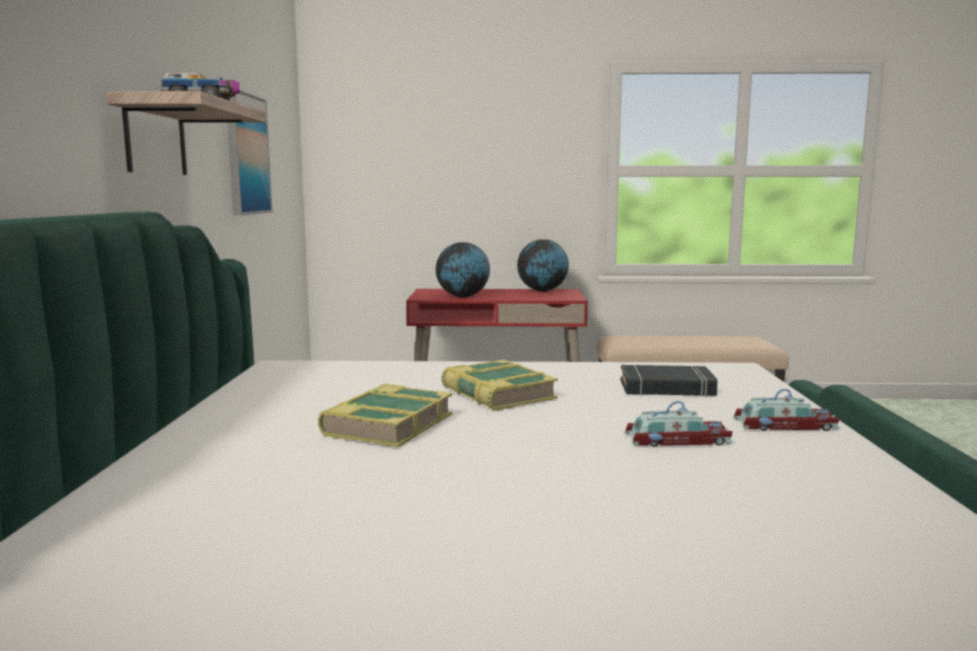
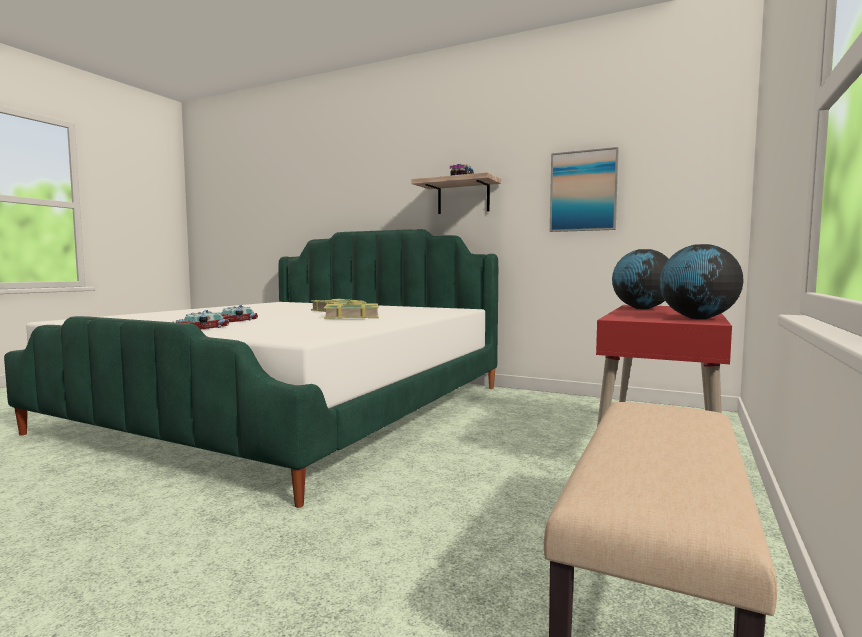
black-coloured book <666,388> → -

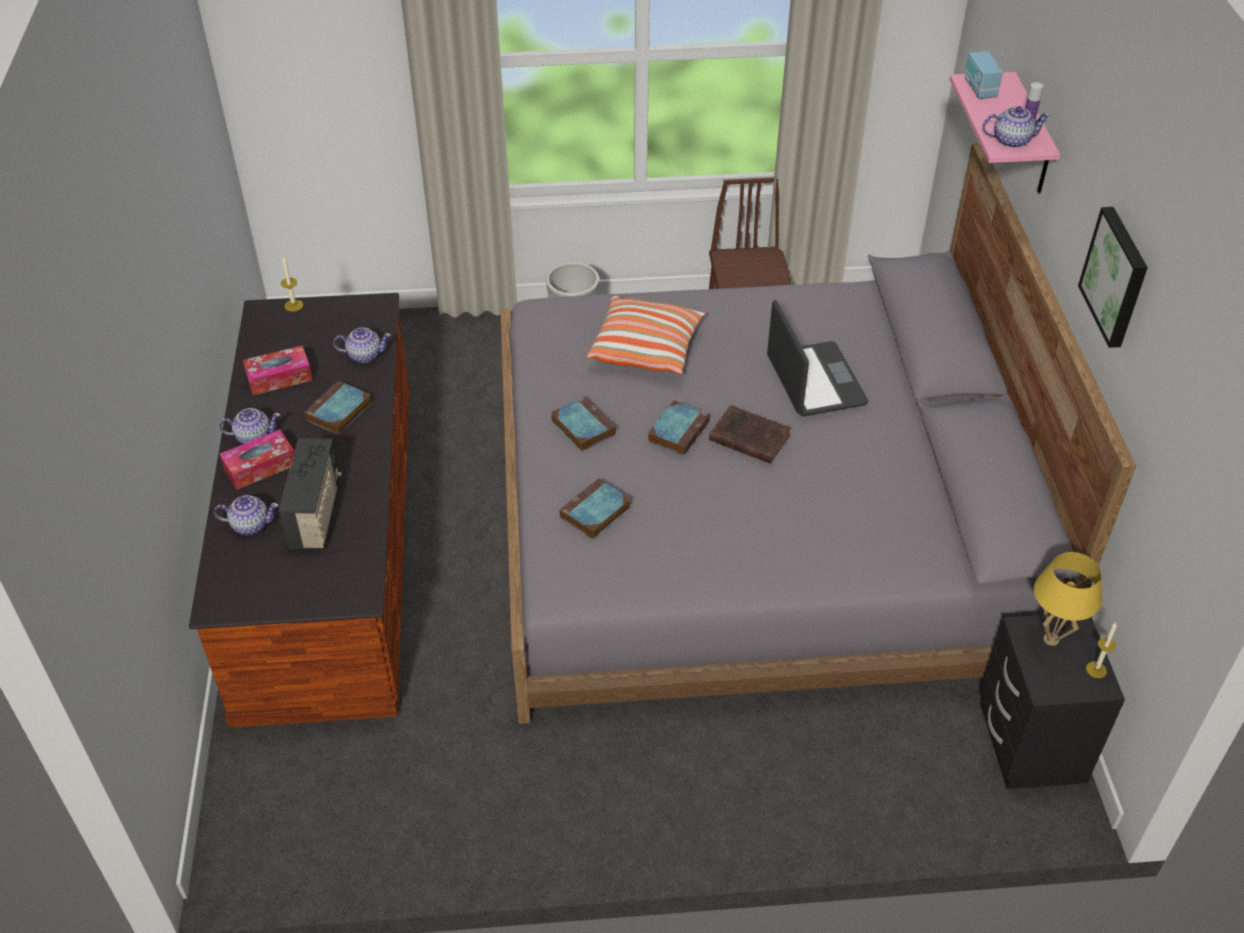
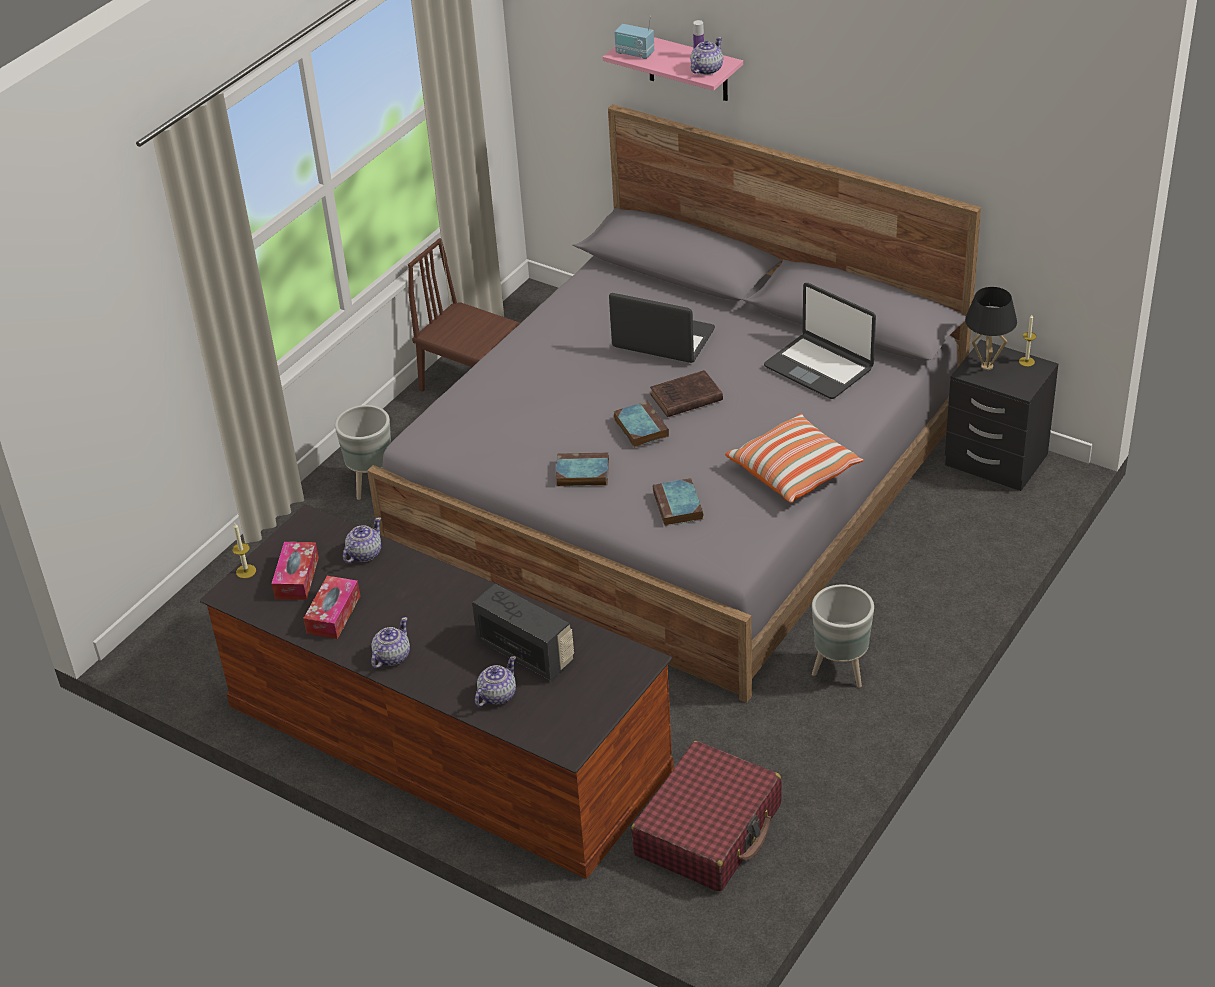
wall picture <1117,276> → -
cushion <646,348> → cushion <794,471>, move
book <338,412> → -
box of tissues <260,467> → box of tissues <297,578>, move
yellow-coloured table lamp <1050,639> → black-coloured table lamp <987,366>
- → notebook computer <819,367>
- → gray flower pot <840,672>
- → reddish suitcase <708,830>

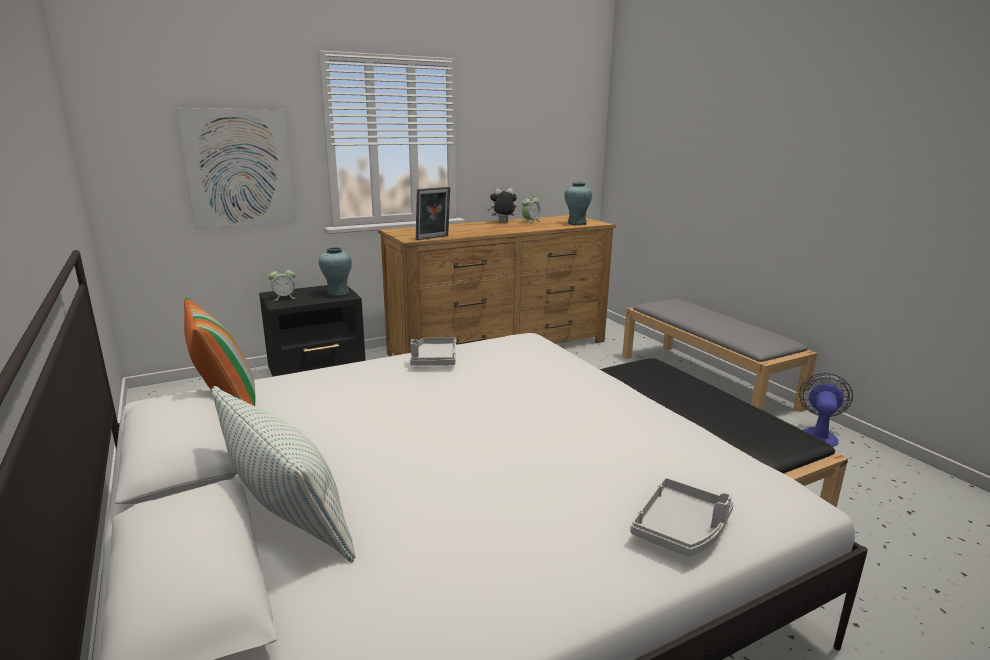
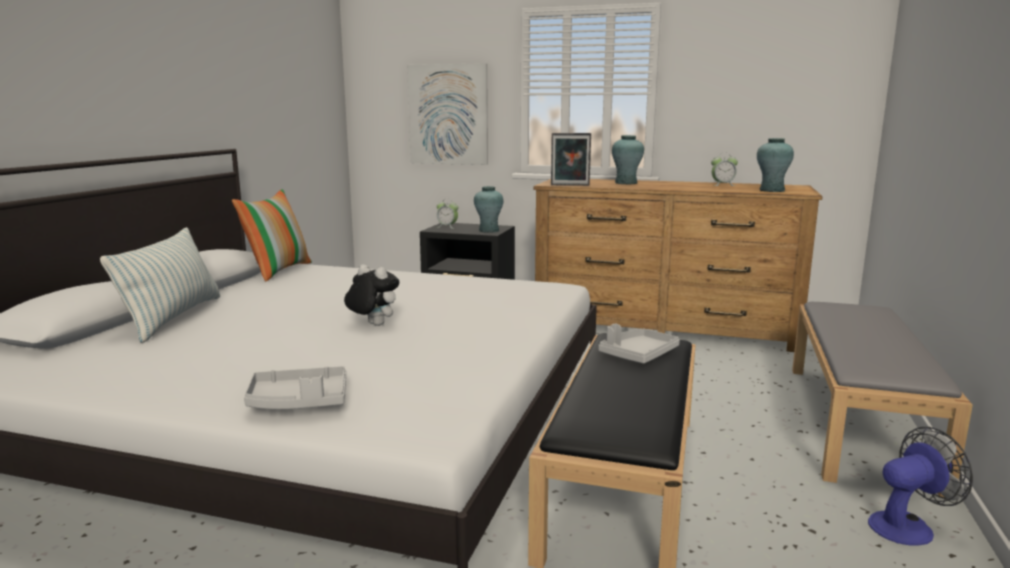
cuddly toy <502,222> → cuddly toy <372,325>, move
gray carrying tray <434,359> → gray carrying tray <638,355>, move
- → turquoise vase <626,183>

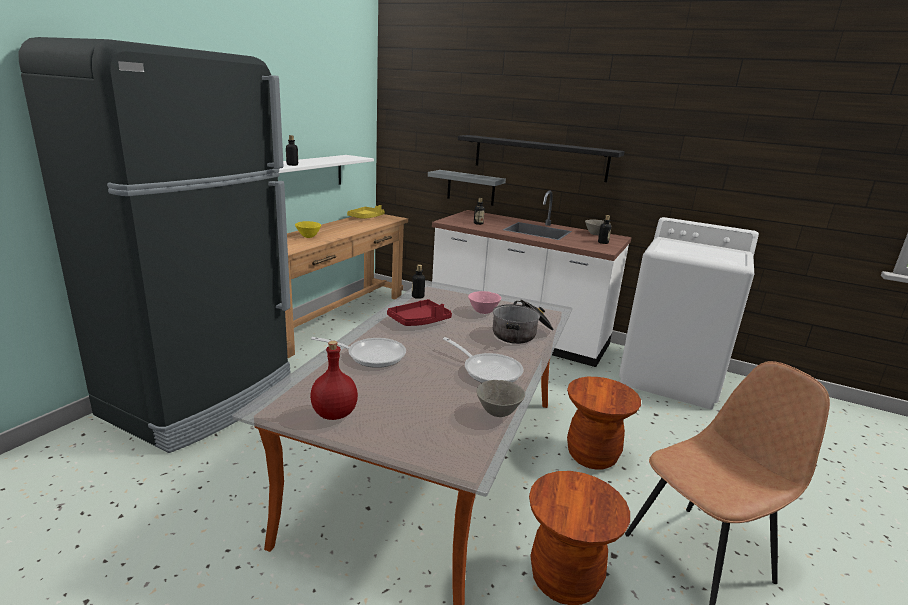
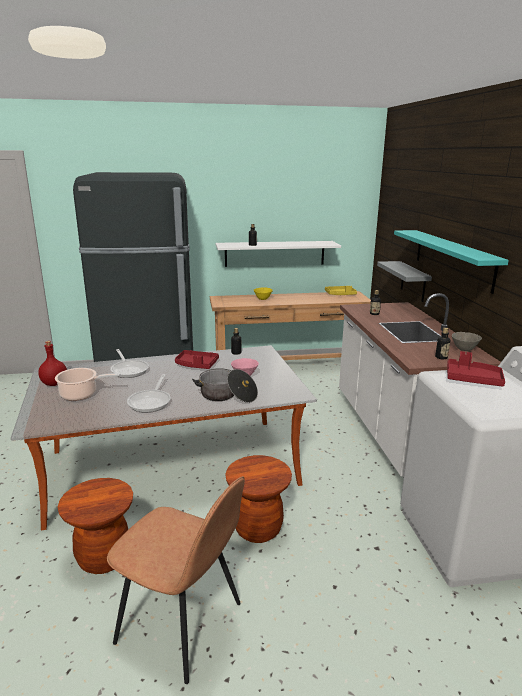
black-coloured wall shelf <539,158> → turquoise wall shelf <452,258>
gray deep dish <498,413> → -
- → reddish carrying tray <472,379>
- → cooking pot <81,394>

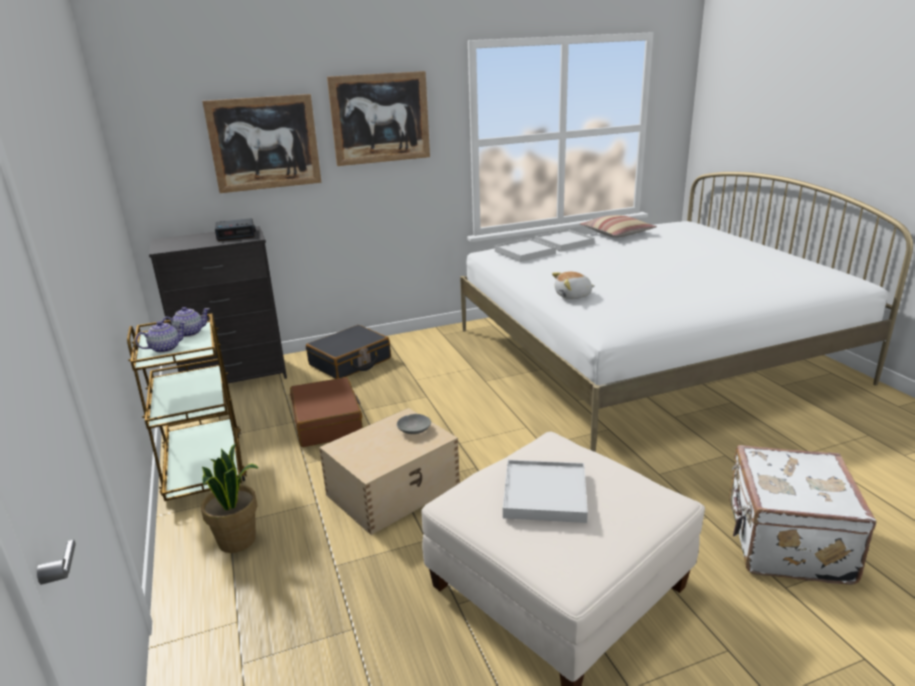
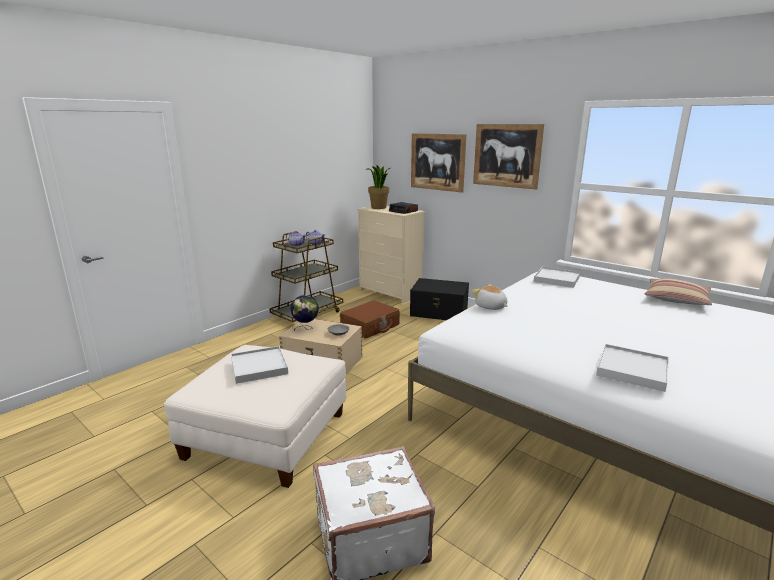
black-coloured drawer chest <236,377> → beige drawer chest <390,293>
whitish carrying tray <563,243> → whitish carrying tray <631,370>, move
black-coloured suitcase <350,362> → black-coloured storage container <439,312>
potted plant <238,540> → potted plant <379,208>, move
- → world globe <306,328>

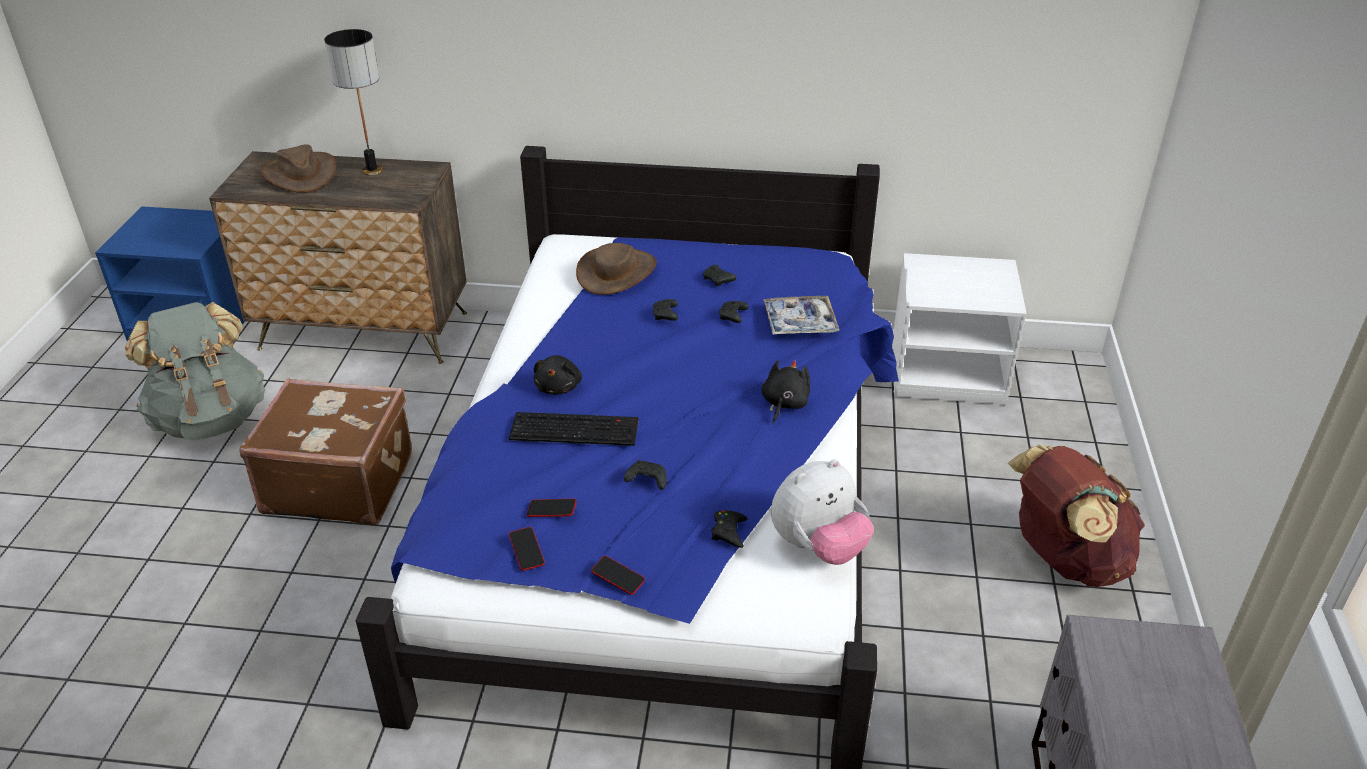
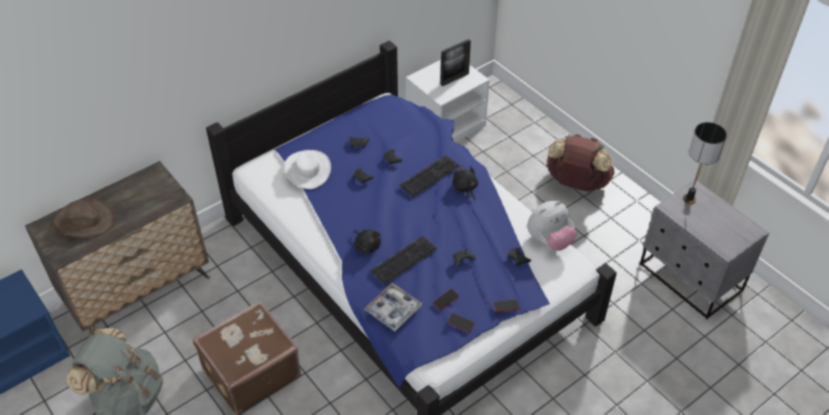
table lamp <372,170> → table lamp <689,199>, move
brown hat <617,272> → whitish hat <308,169>
carrying tray <799,323> → carrying tray <393,310>, move
cuddly toy <818,547> → cuddly toy <549,241>, 45 degrees clockwise
- → standing frame <454,79>
- → PC keyboard <429,175>

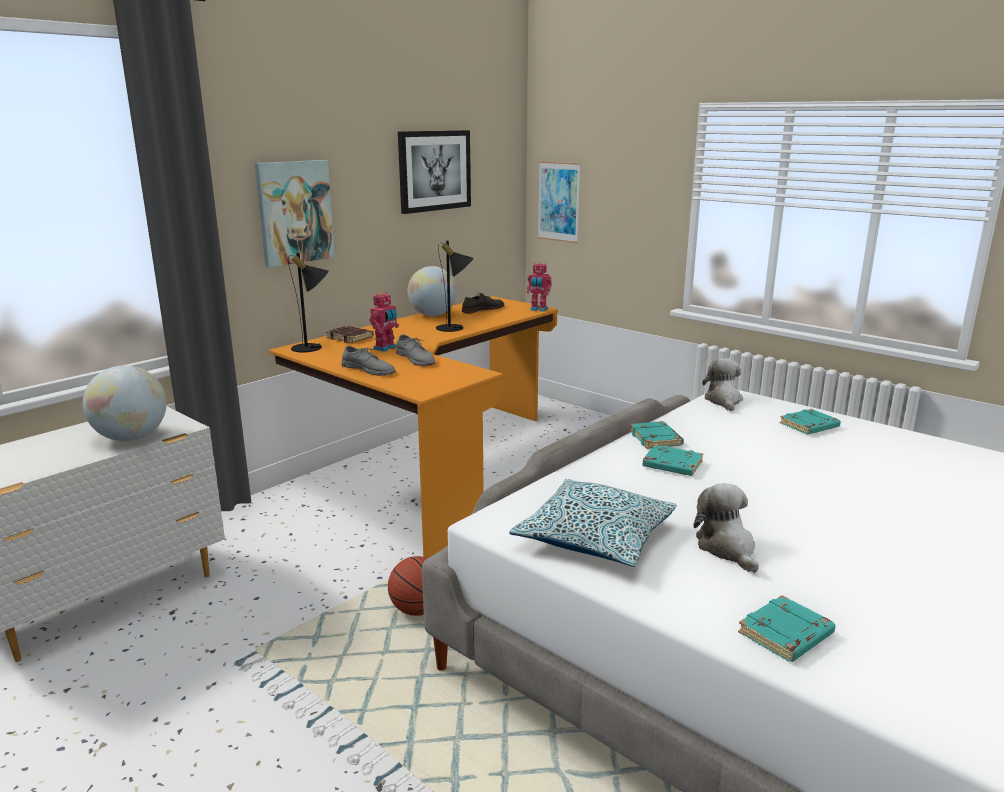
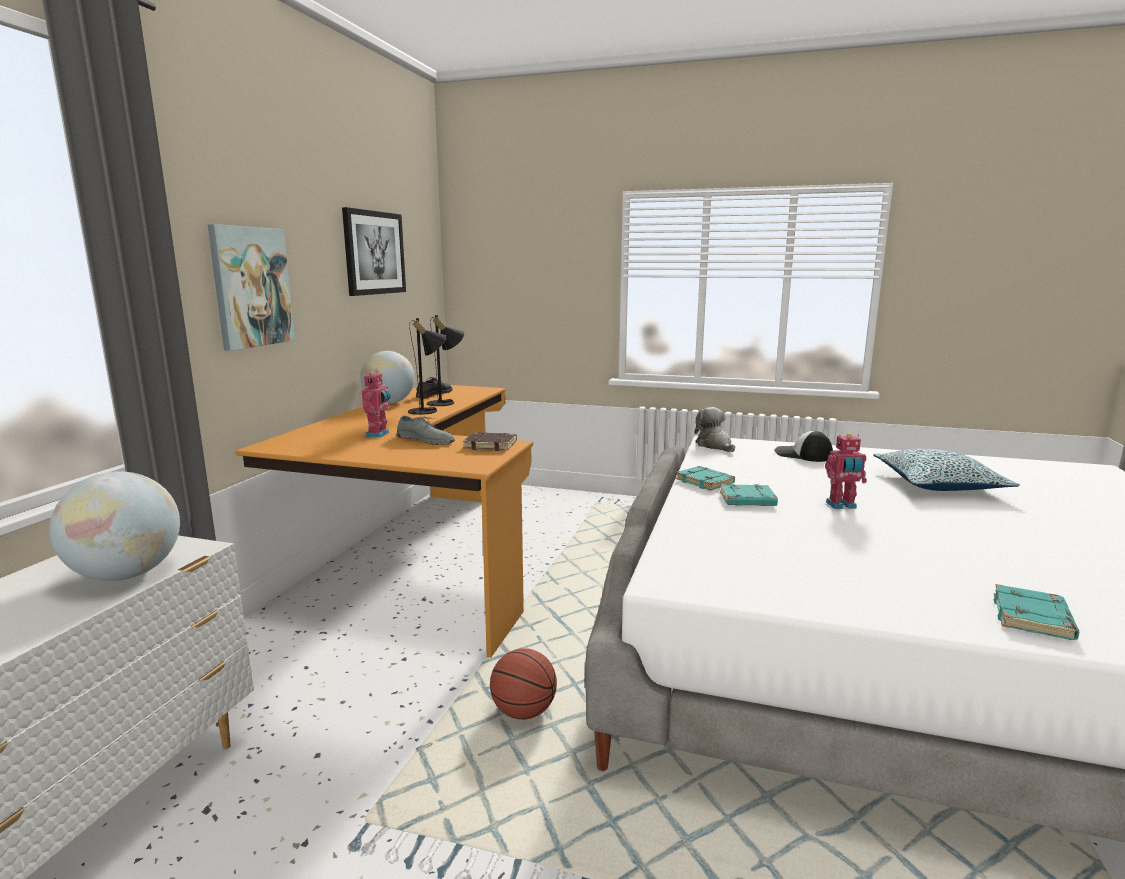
wall picture <558,201> → -
black-coloured table lamp <312,348> → black-coloured table lamp <446,403>, move
robot figure <538,309> → robot figure <842,506>, move
brown book <350,338> → brown book <491,445>, move
gray item of footwear <369,369> → -
turquoise book <809,426> → baseball cap <802,455>
cushion <595,537> → cushion <938,484>, move
cuddly toy <727,548> → -

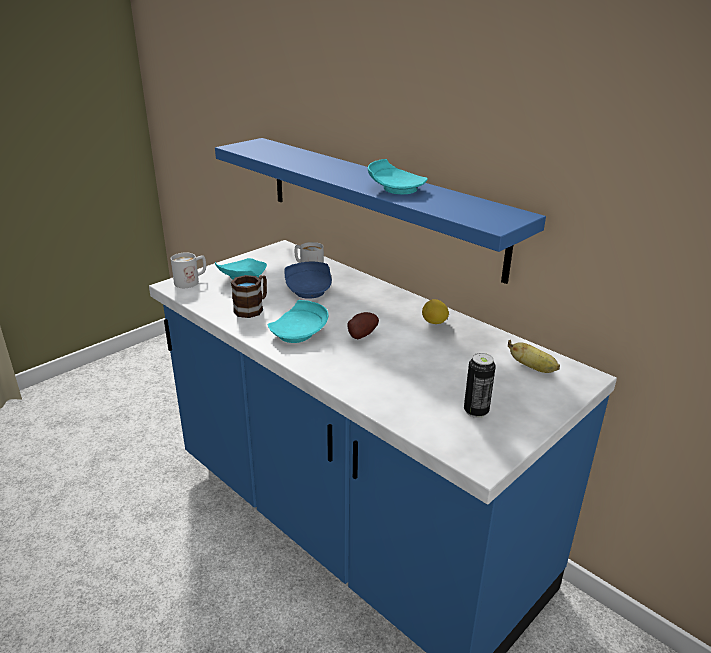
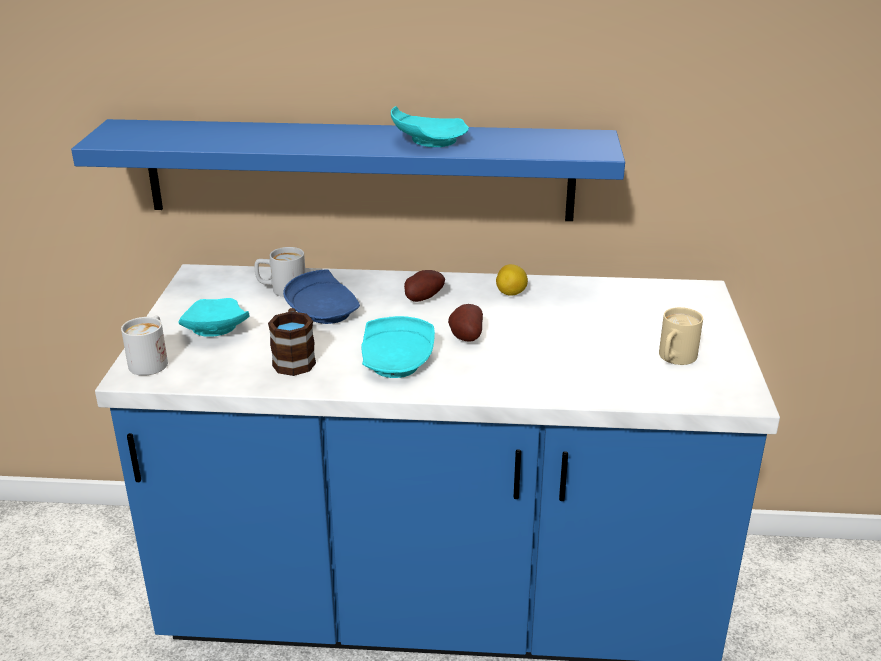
banana <533,368> → -
metal can <476,411> → beige coffee mug <674,359>
- → whole potato <422,299>

